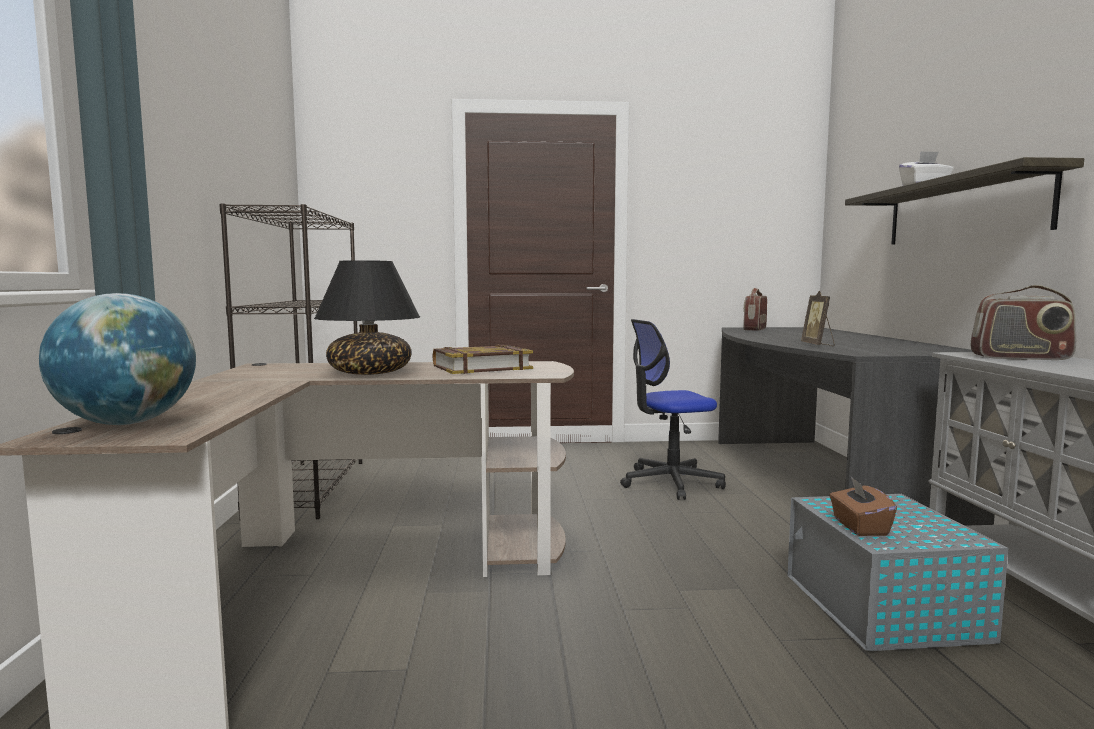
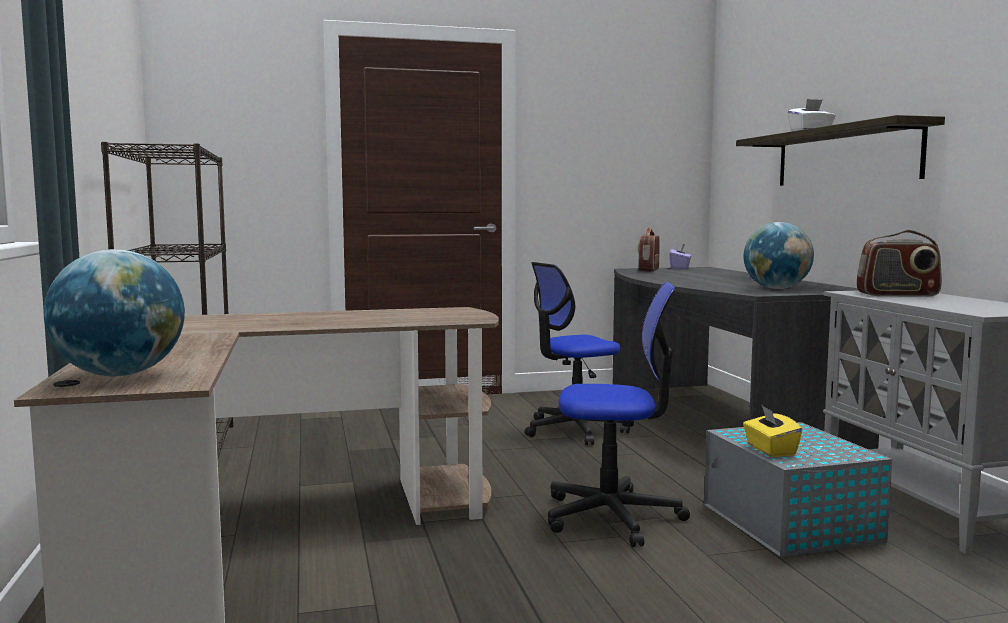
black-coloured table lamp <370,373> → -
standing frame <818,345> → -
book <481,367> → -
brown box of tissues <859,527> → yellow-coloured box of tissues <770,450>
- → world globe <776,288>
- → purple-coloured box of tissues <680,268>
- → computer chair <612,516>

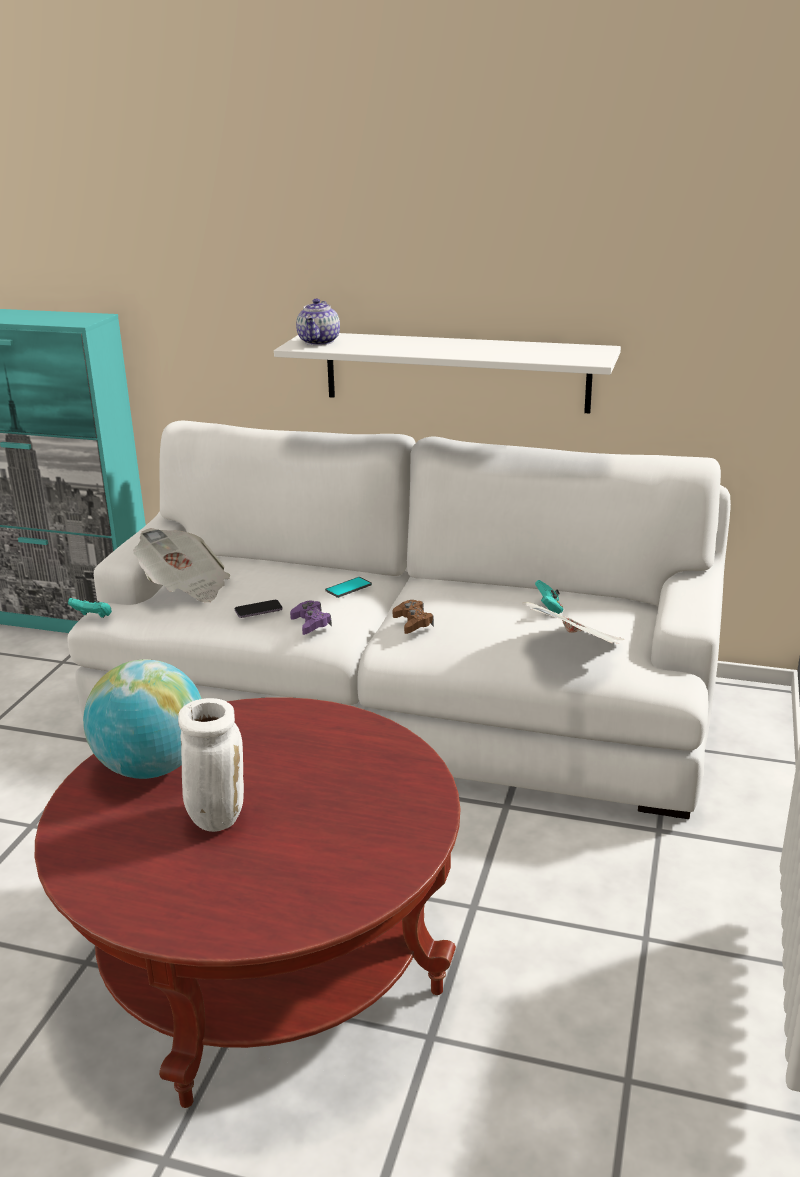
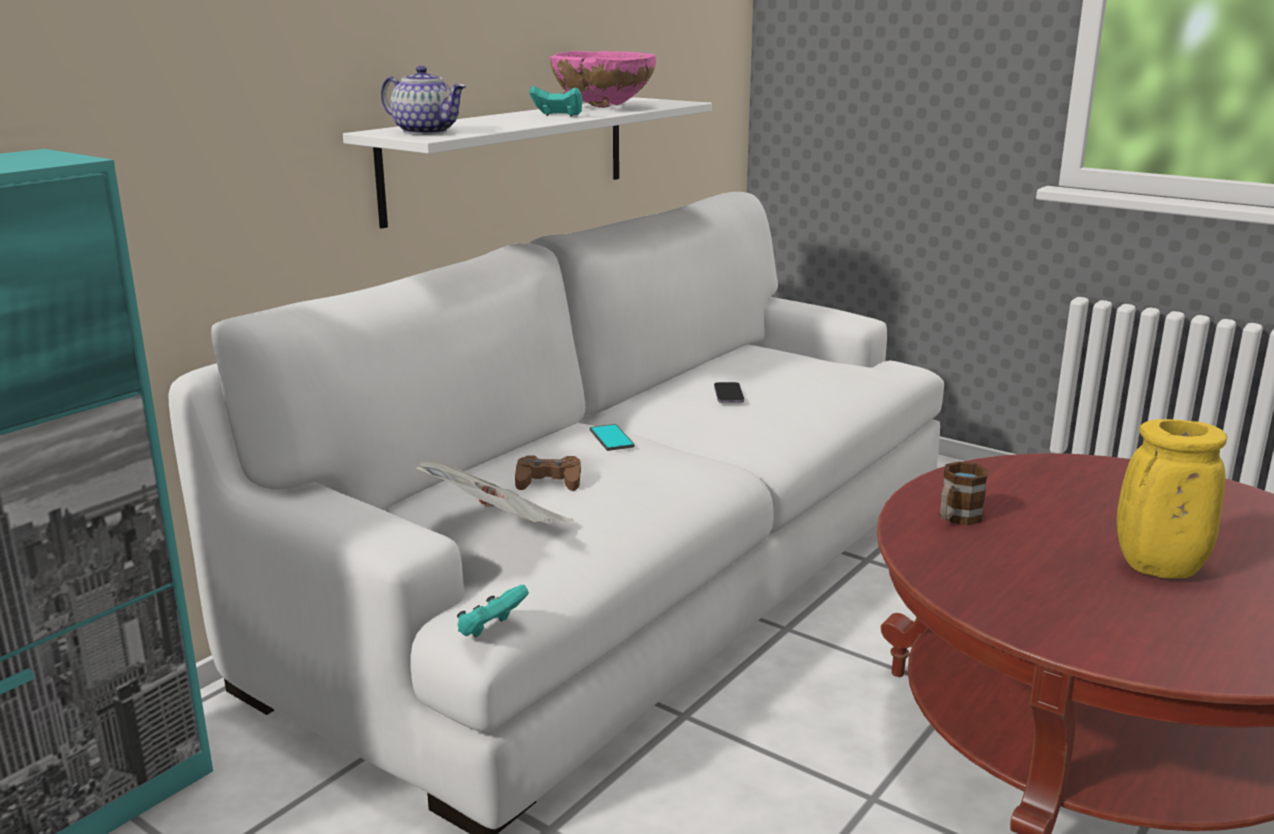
turquoise joypad <549,608> → turquoise joypad <558,116>, move
phone <258,610> → phone <728,395>, move
brown joypad <413,622> → brown joypad <549,481>, move
purple-coloured joypad <311,623> → -
printed paper <574,648> → -
world globe <152,767> → -
whitish vase <216,816> → yellow-coloured vase <1157,569>
- → pink-coloured deep dish <603,108>
- → coffee mug <956,518>

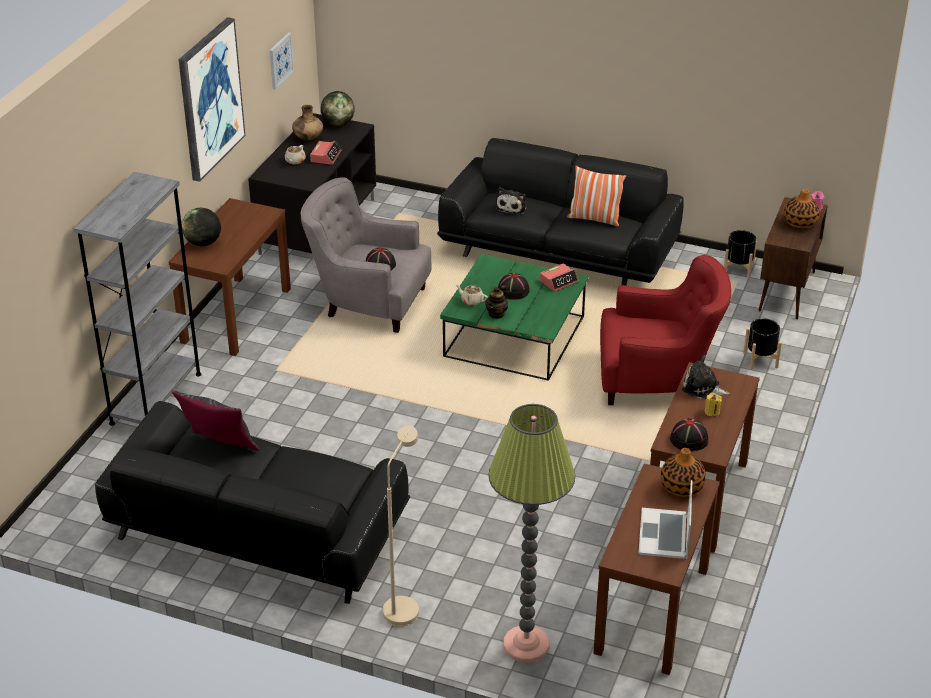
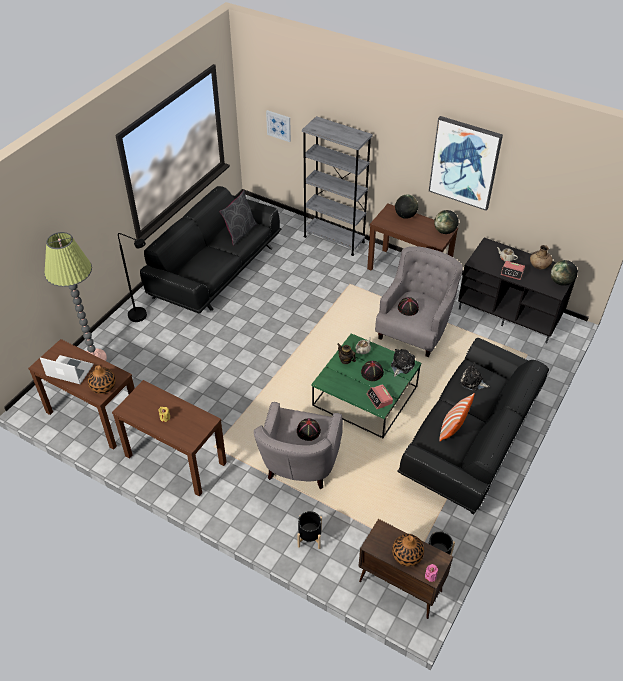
wall picture <280,60> → wall picture <279,125>, move
reddish easy chair <657,380> → gray easy chair <299,466>
cuddly toy <703,388> → cuddly toy <401,365>, move
black-coloured hat <689,439> → black-coloured hat <308,431>, move
beige floor lamp <403,605> → black-coloured floor lamp <142,317>
- → world globe <444,231>

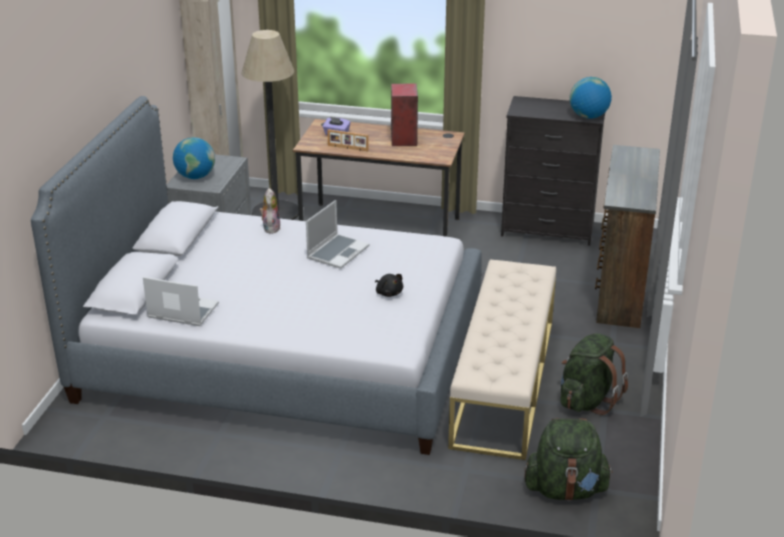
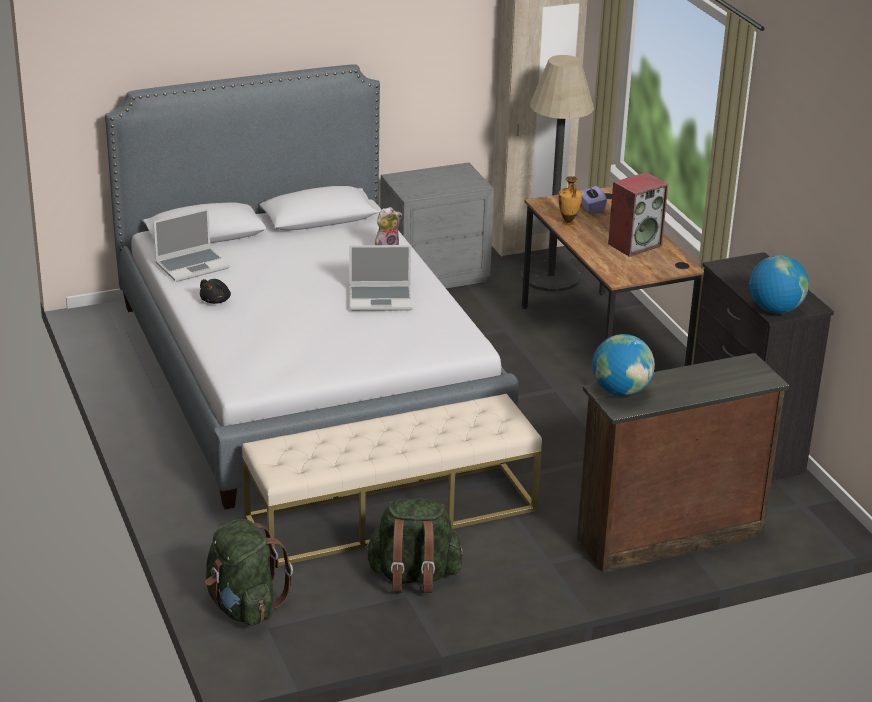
standing frame <347,148> → vase <568,224>
world globe <195,176> → world globe <621,391>, move
black-coloured cuddly toy <388,293> → black-coloured cuddly toy <216,300>, move
notebook computer <182,311> → notebook computer <193,265>, 75 degrees clockwise

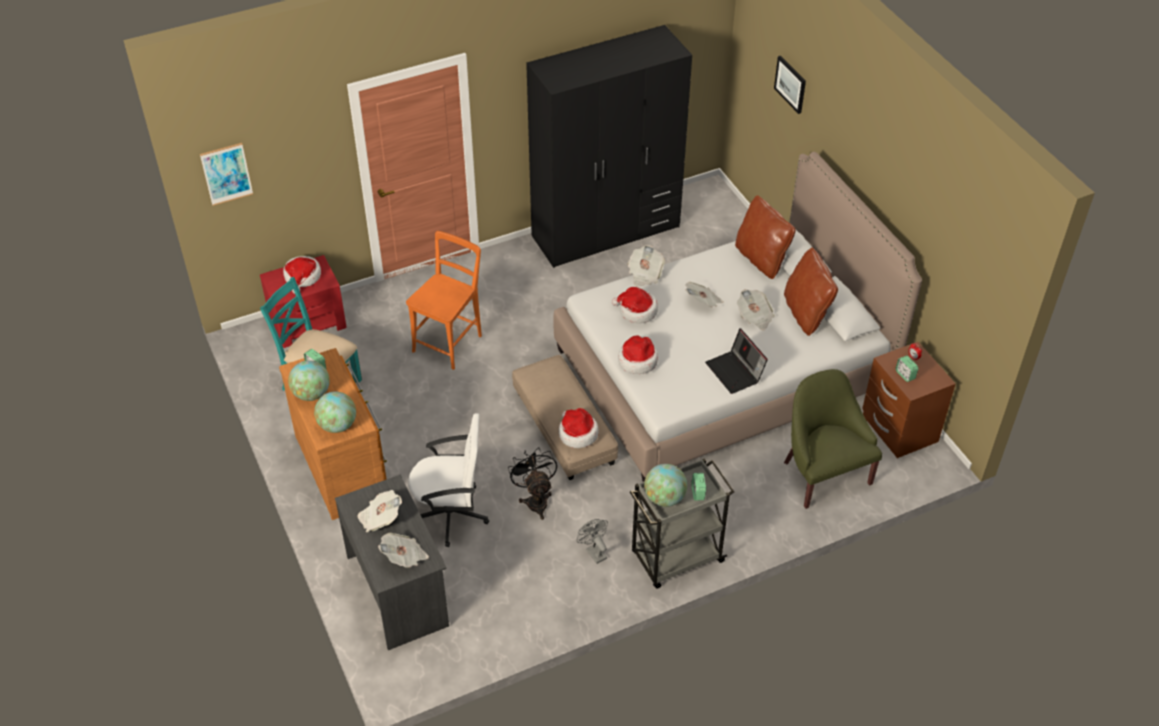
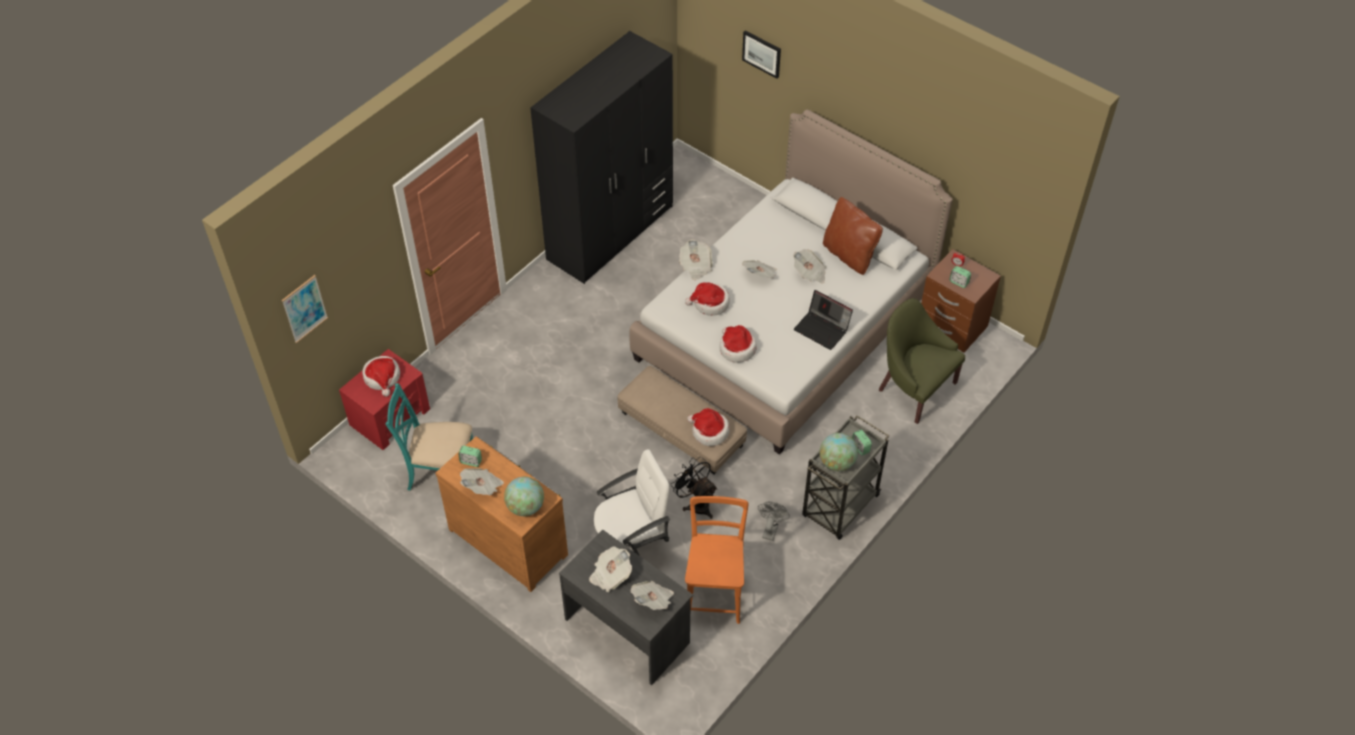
brown cushion <761,259> → -
orange plain chair <450,341> → orange plain chair <715,592>, move
world globe <311,394> → printed paper <483,487>
gray electric fan <594,551> → gray electric fan <770,529>, 75 degrees clockwise

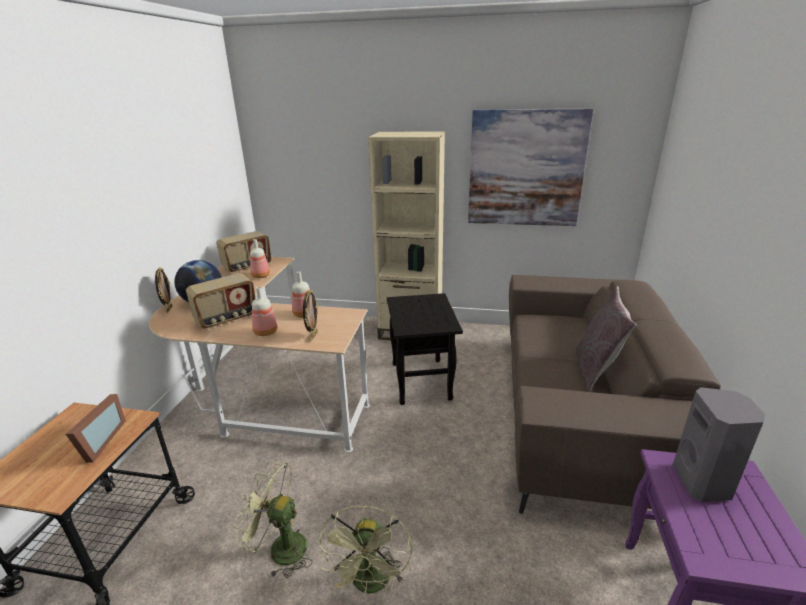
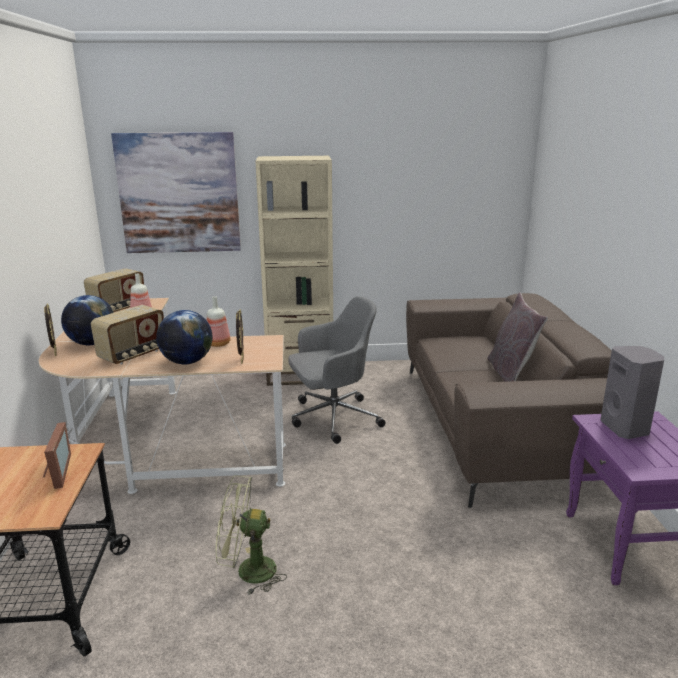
wall picture <526,169> → wall picture <179,193>, move
drink bottle <265,332> → world globe <187,362>
black-coloured side table <422,382> → gray computer chair <332,418>
greenish electric fan <371,584> → -

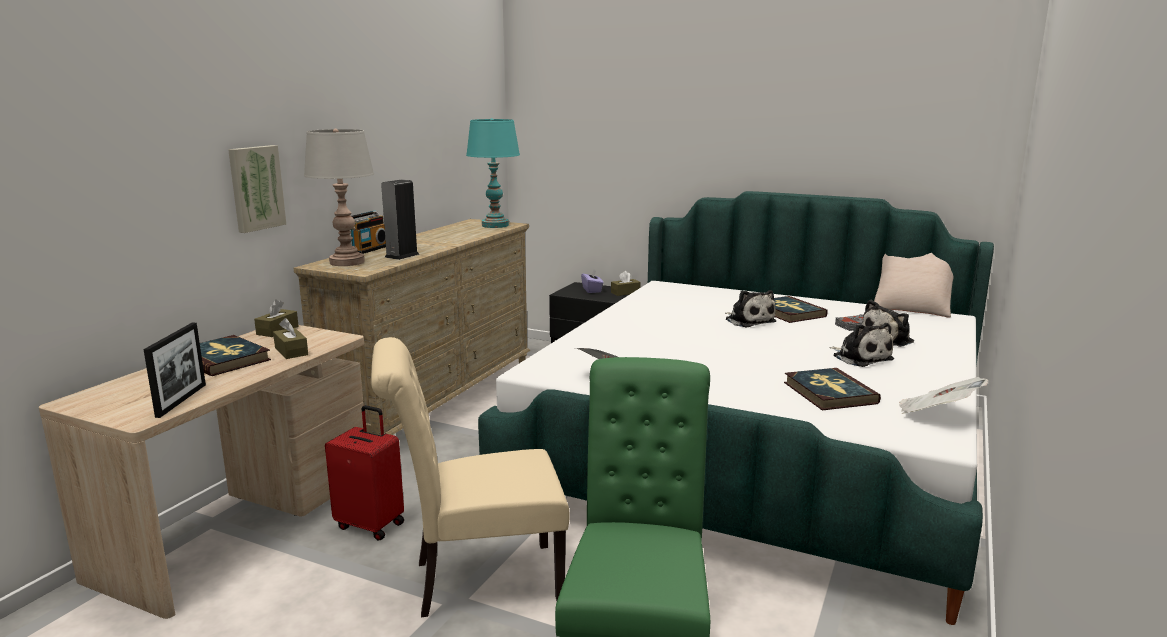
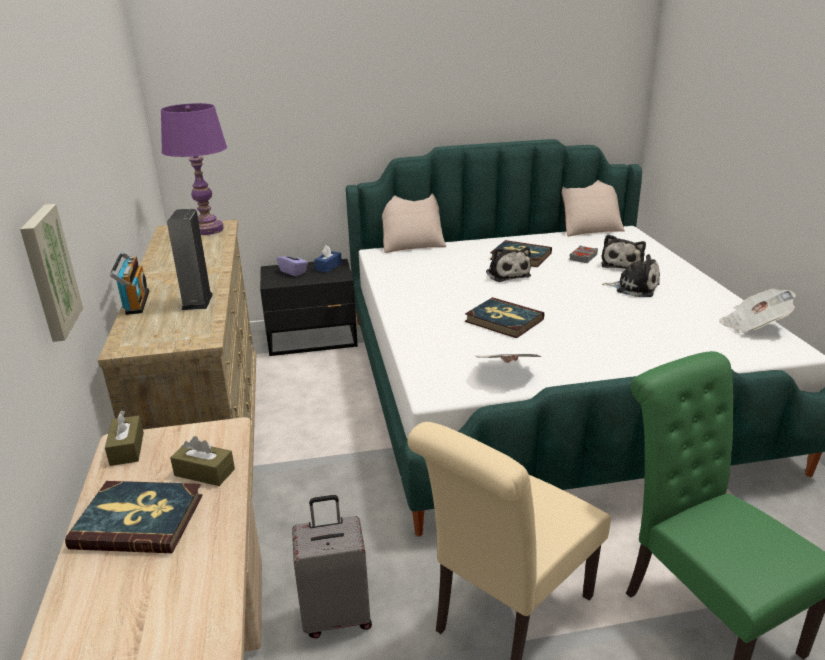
turquoise table lamp <495,225> → purple-coloured table lamp <207,230>
gray table lamp <347,262> → -
brown box of tissues <625,292> → blue box of tissues <328,267>
cuddly toy <748,321> → cuddly toy <507,274>, 45 degrees clockwise
standing frame <181,400> → -
book <829,393> → book <504,320>, move
reddish suitcase <371,524> → gray suitcase <337,616>
- → beige cushion <412,244>

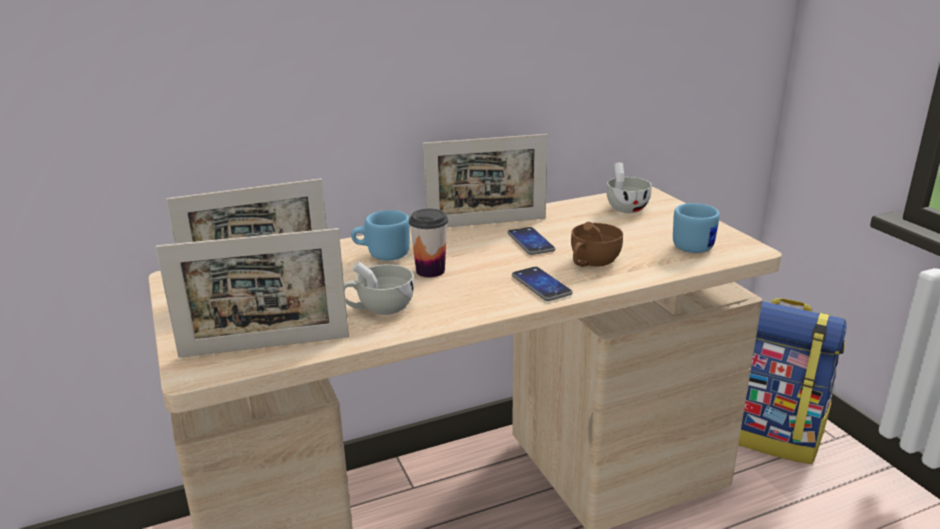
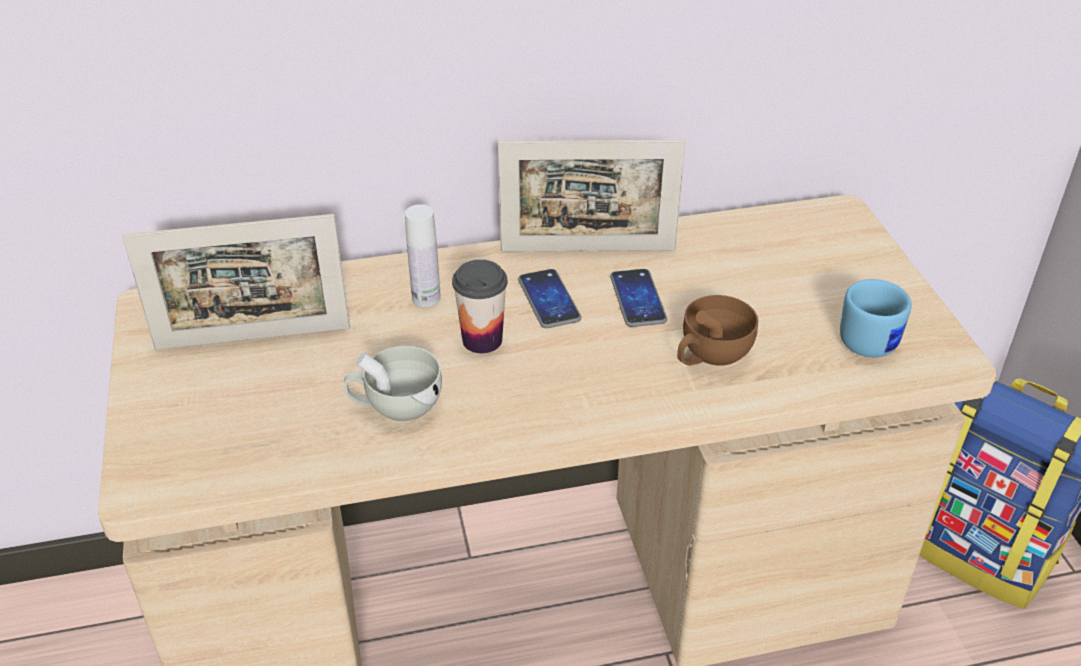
whitish drinking cup <625,207> → -
blue coffee mug <382,255> → whitish drink bottle <426,298>
standing frame <265,346> → -
phone <541,285> → phone <549,300>, move

